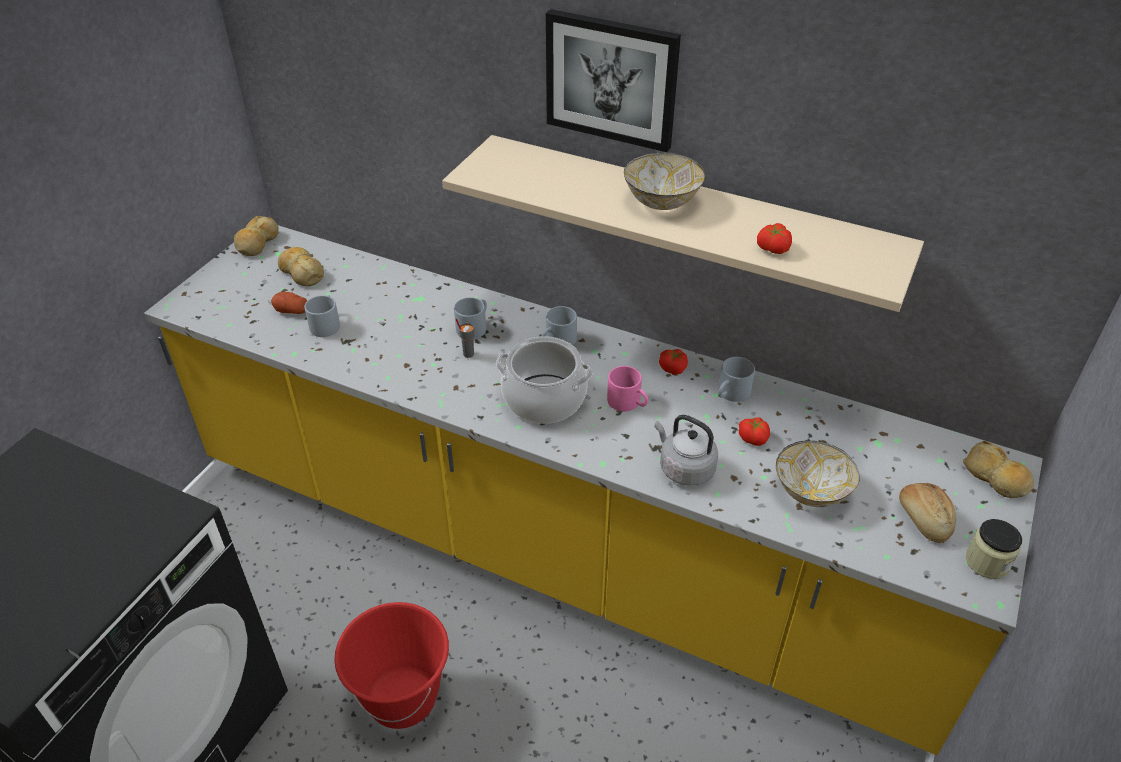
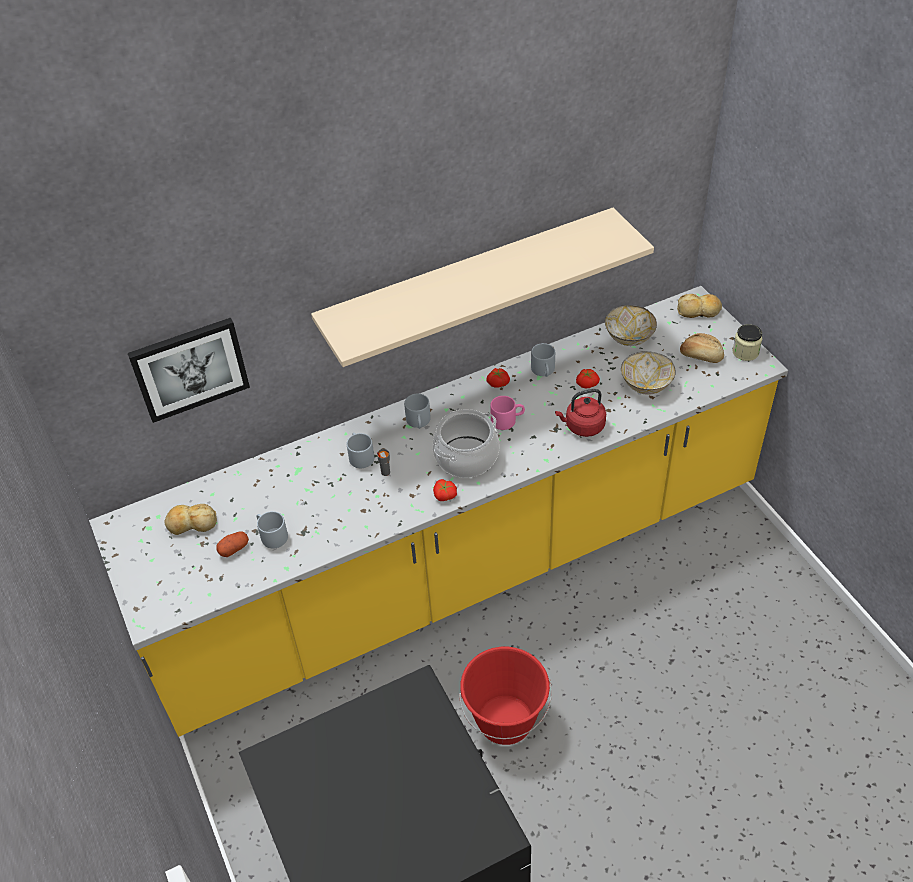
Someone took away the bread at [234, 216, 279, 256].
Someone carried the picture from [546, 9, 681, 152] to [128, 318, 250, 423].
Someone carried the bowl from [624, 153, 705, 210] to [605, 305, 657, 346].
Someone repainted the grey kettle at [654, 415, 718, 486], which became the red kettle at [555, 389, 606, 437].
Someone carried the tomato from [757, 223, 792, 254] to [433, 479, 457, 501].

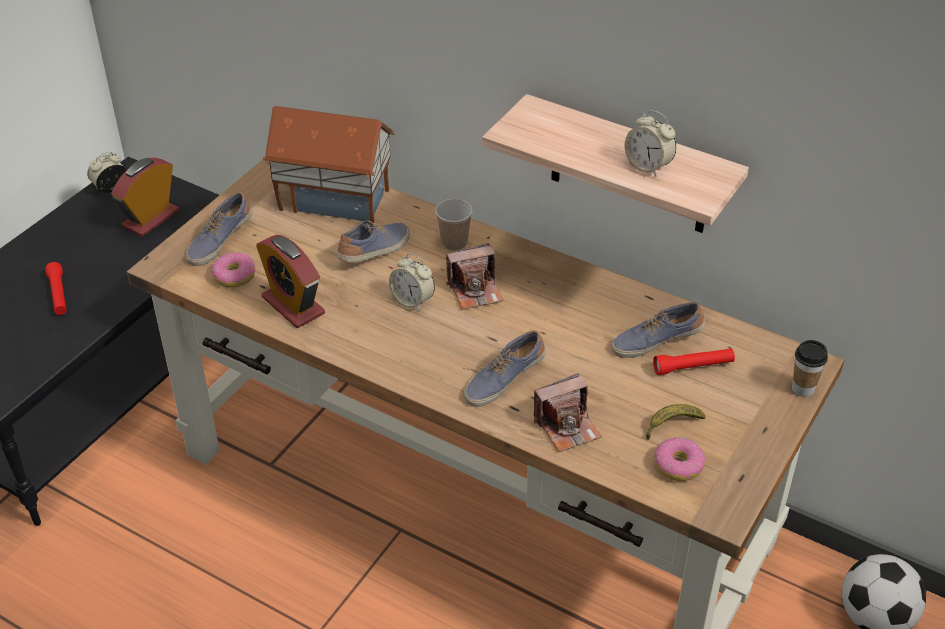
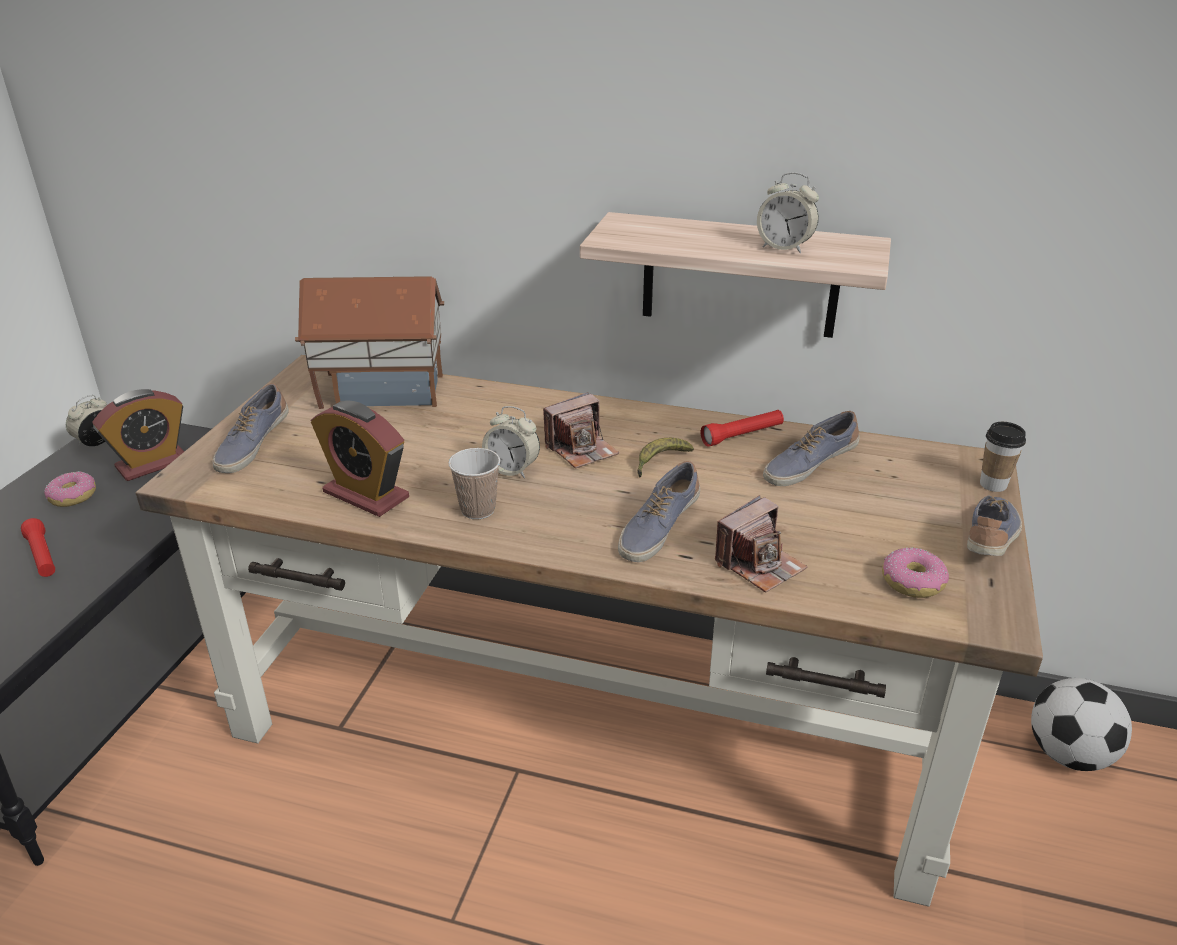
Someone rotated the alarm clock at [111, 158, 179, 237] by 150 degrees counterclockwise.
Someone carried the donut from [212, 252, 256, 288] to [44, 471, 96, 507].
Someone carried the shoe from [337, 221, 410, 263] to [967, 495, 1022, 556].
Someone carried the cup from [435, 199, 473, 251] to [449, 448, 500, 519].
Someone carried the banana from [646, 404, 706, 440] to [637, 438, 694, 478].
Someone carried the red flashlight from [653, 348, 735, 375] to [701, 410, 784, 446].

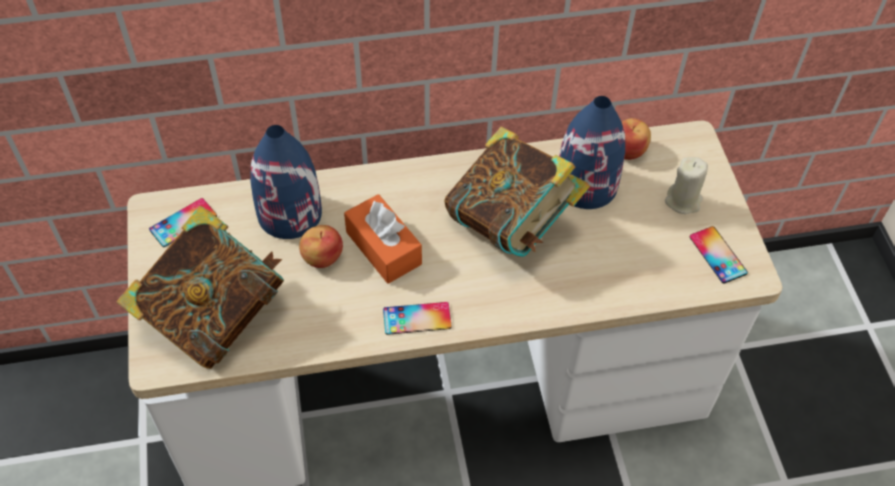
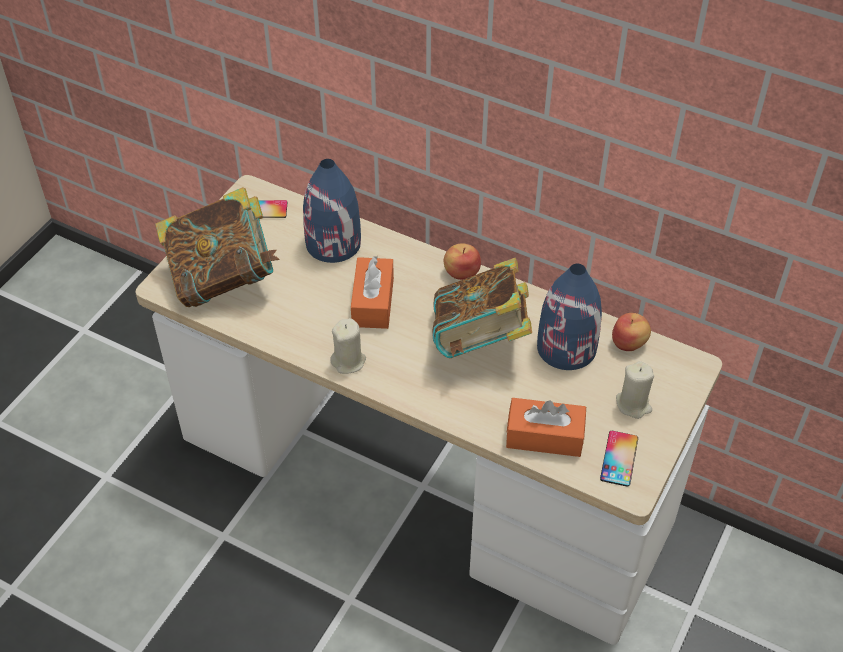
Someone carried the apple from [299, 225, 343, 268] to [444, 243, 481, 280].
Someone swapped the phone at [383, 302, 452, 335] for the beige candle at [330, 318, 366, 374].
Someone put down the orange tissue box at [506, 398, 586, 457].

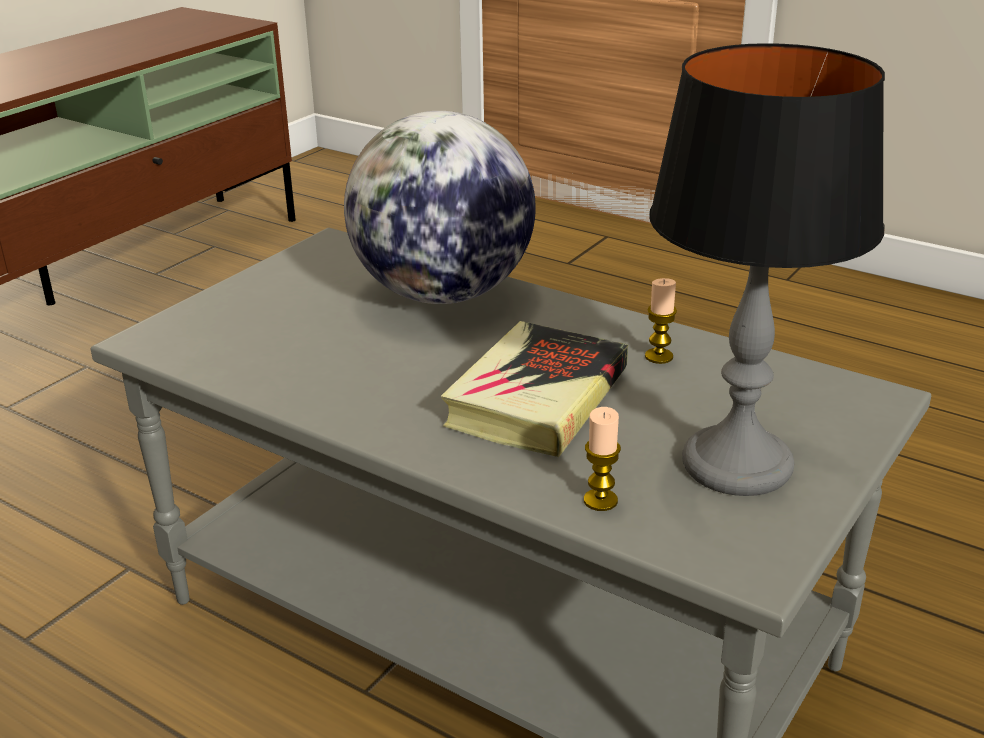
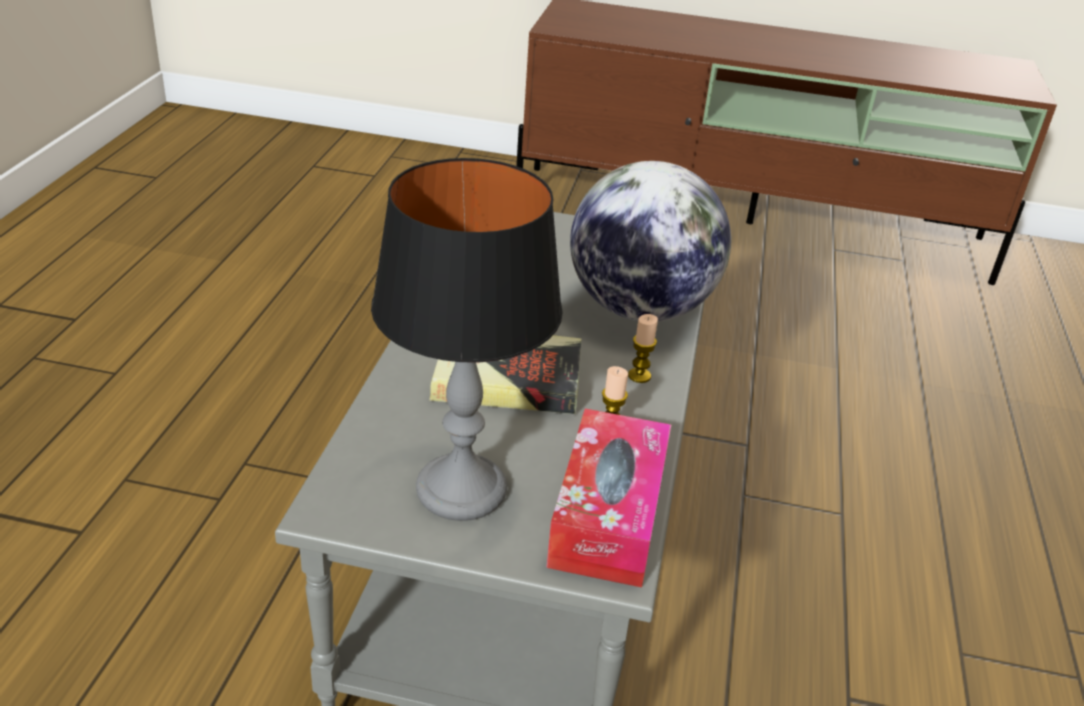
Someone carried the candle from [584, 407, 621, 511] to [628, 314, 658, 383].
Someone put down the tissue box at [546, 409, 671, 588].

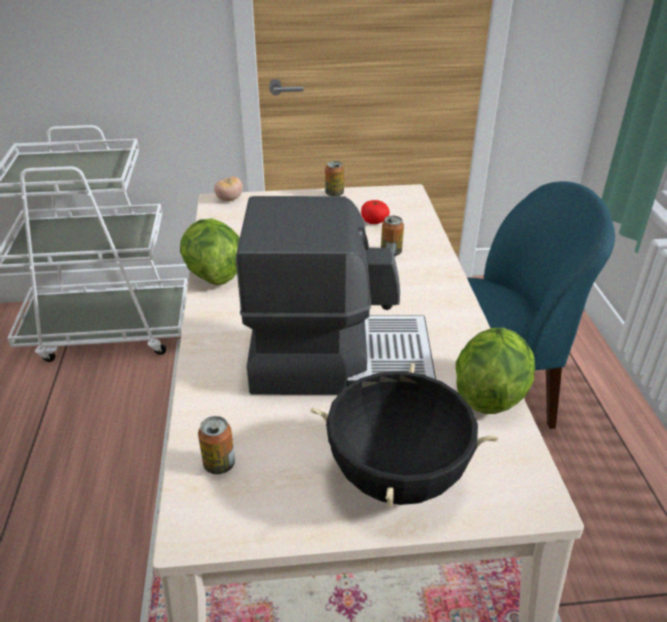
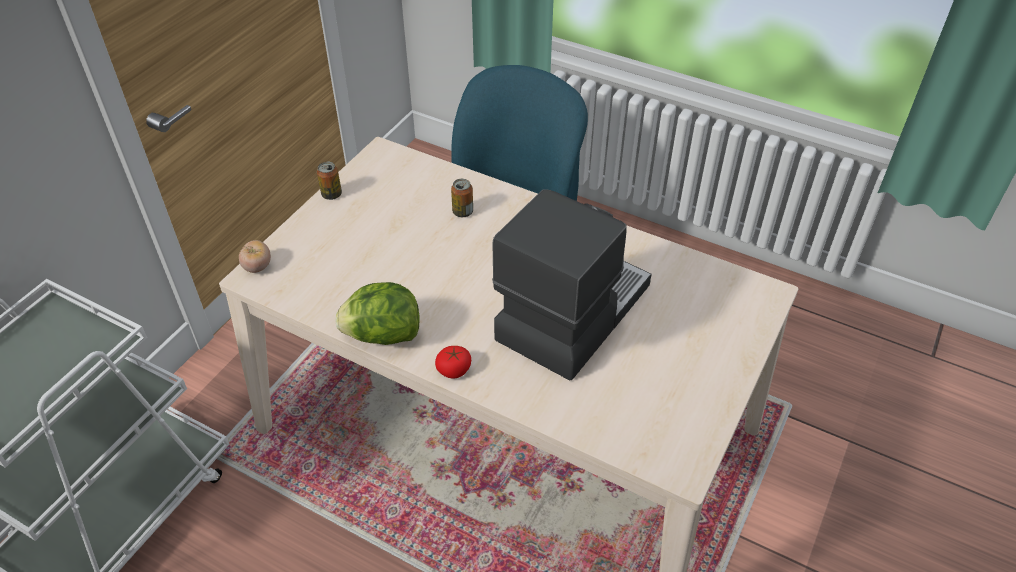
Someone took away the can at [198, 416, 235, 474].
Someone took away the black cooking pot at [310, 362, 498, 507].
Someone carried the tomato from [361, 200, 390, 224] to [435, 346, 471, 379].
Someone took away the lettuce at [456, 328, 535, 414].

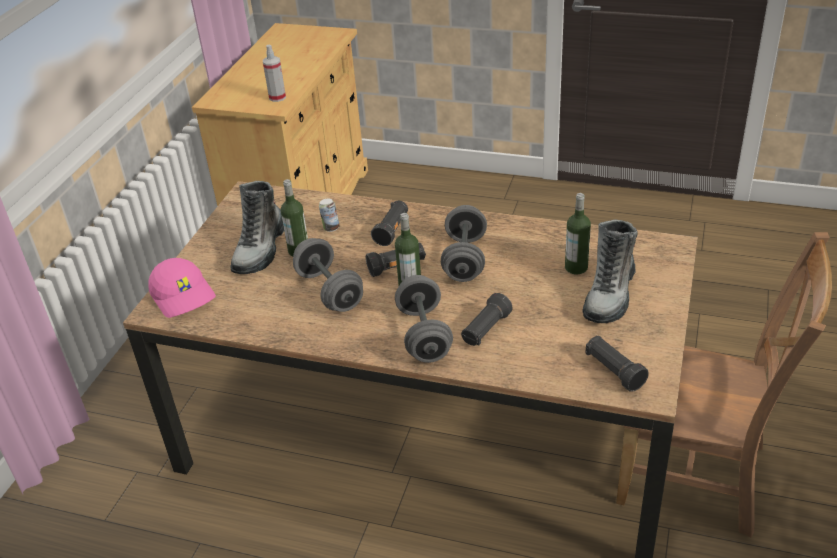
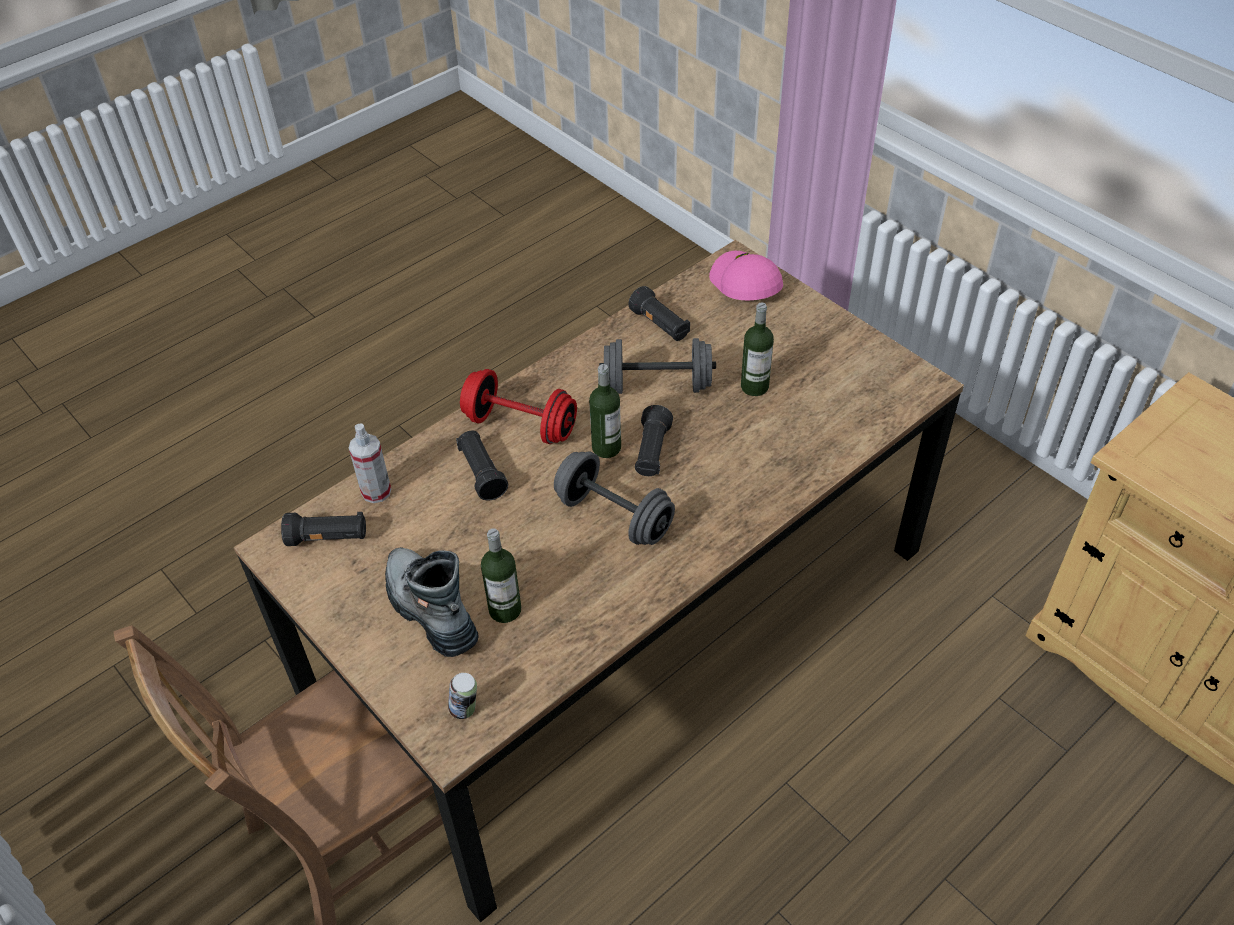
Someone rotated the pink cap at [148, 258, 216, 318] by 75 degrees clockwise.
Someone took away the boot at [230, 181, 284, 274].
Someone carried the spray bottle from [263, 45, 286, 102] to [349, 423, 391, 503].
Someone carried the can from [319, 198, 340, 232] to [448, 673, 477, 719].
Someone carried the black flashlight from [371, 201, 408, 246] to [628, 286, 690, 341].
Someone repainted the grey dumbbell at [395, 275, 453, 363], which became the red dumbbell at [460, 369, 577, 444].

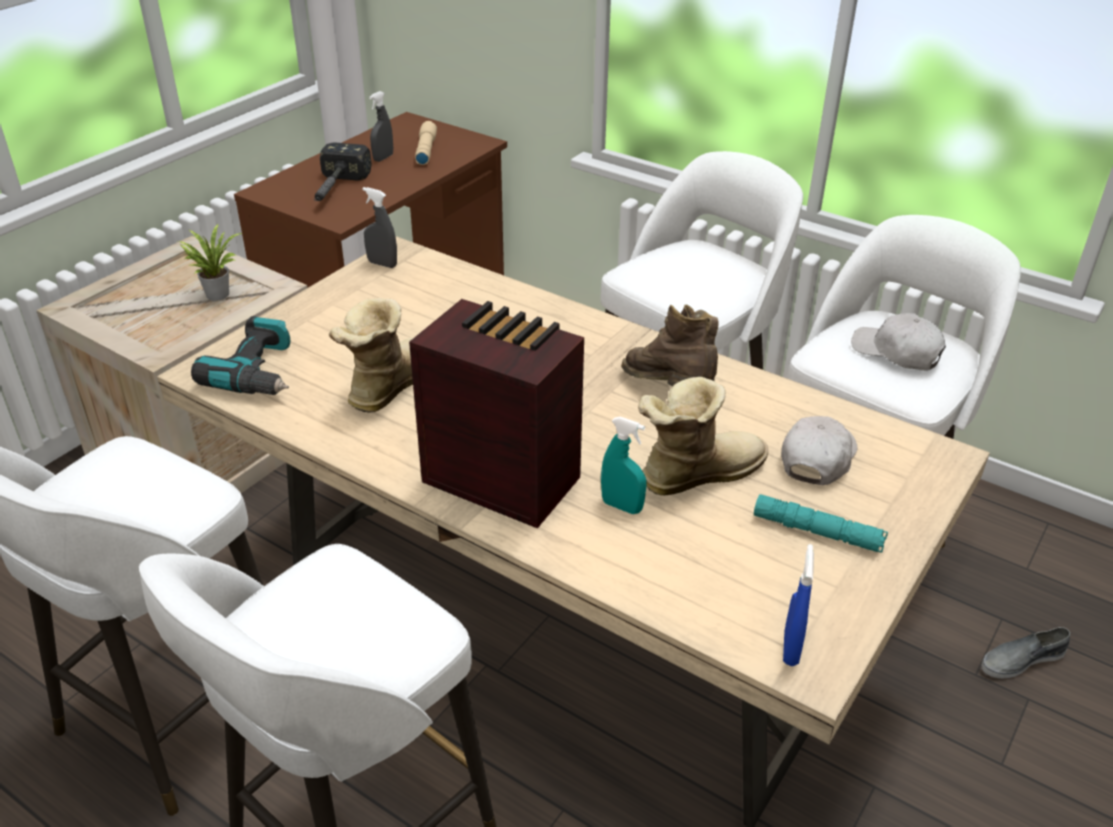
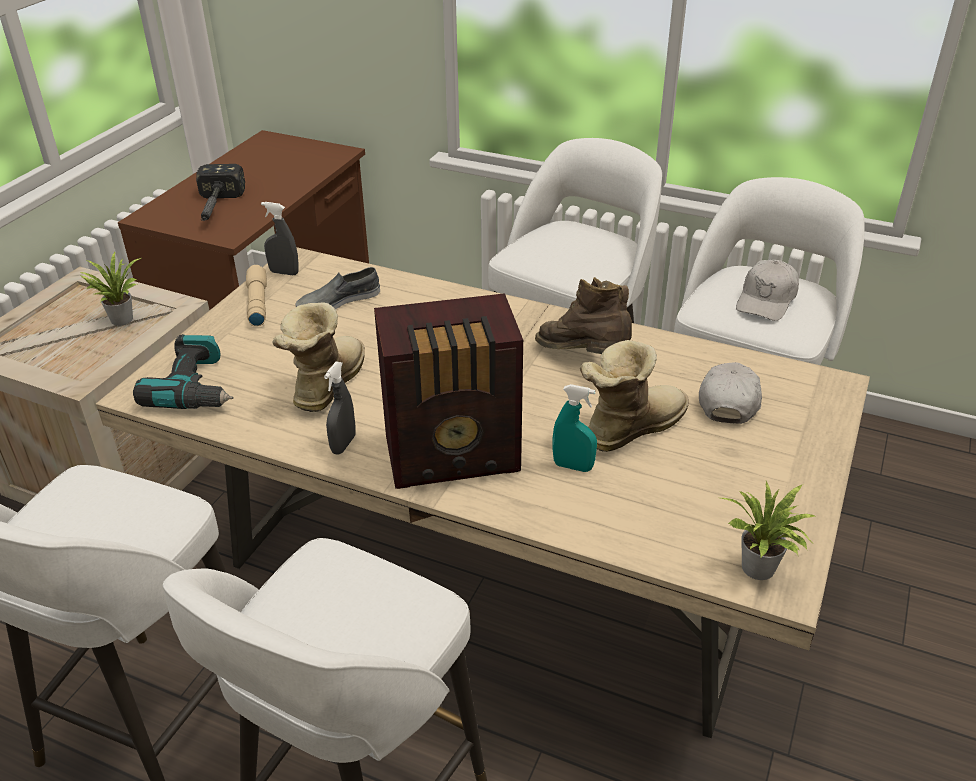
Someone carried the grey spray bottle from [369, 91, 393, 162] to [324, 362, 356, 454].
Someone rotated the radio at [409, 299, 584, 528] by 150 degrees clockwise.
Someone carried the beige flashlight from [415, 121, 437, 165] to [246, 265, 267, 326].
Someone took away the turquoise flashlight at [754, 494, 888, 553].
Someone swapped the blue spray bottle at [783, 544, 814, 666] for the potted plant at [721, 481, 817, 580].
Someone rotated the white cap at [851, 313, 946, 371] by 90 degrees counterclockwise.
Someone carried the grey shoe from [982, 627, 1070, 679] to [296, 267, 380, 309].

